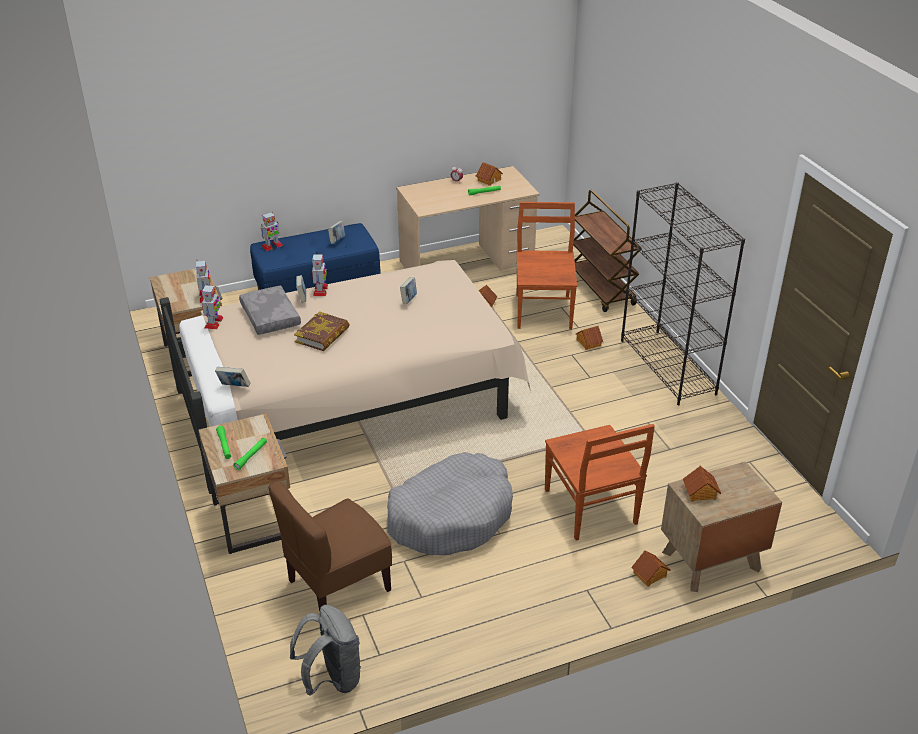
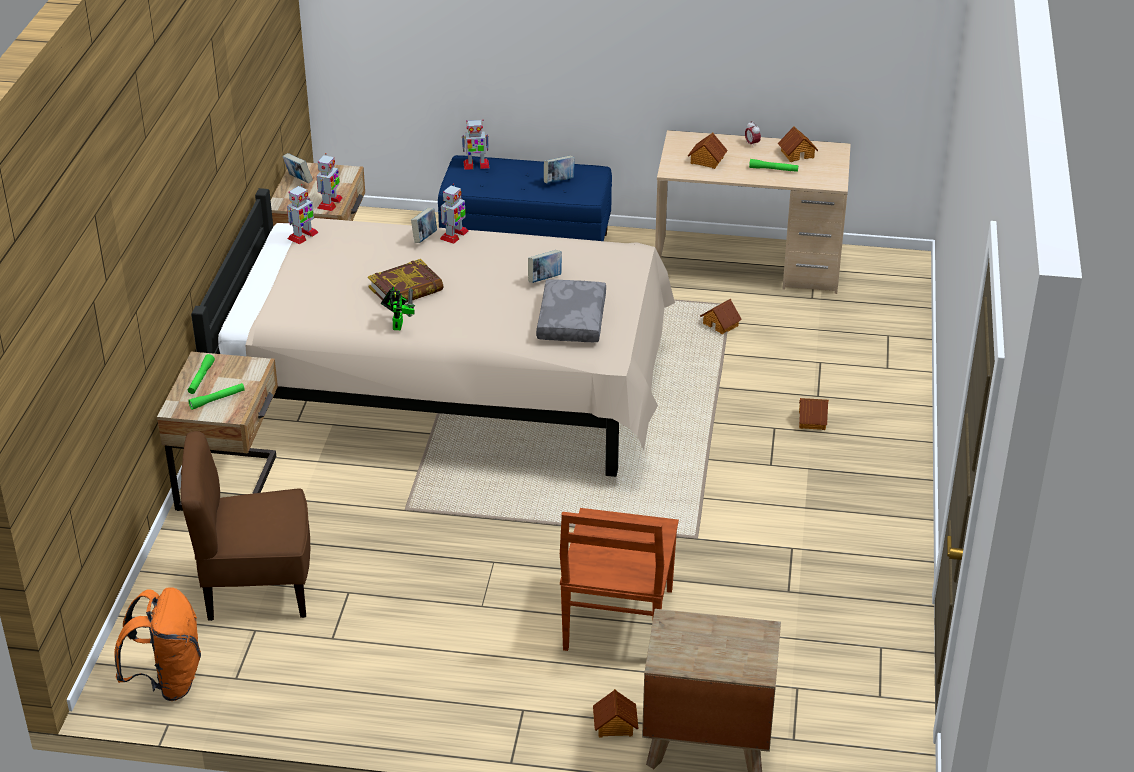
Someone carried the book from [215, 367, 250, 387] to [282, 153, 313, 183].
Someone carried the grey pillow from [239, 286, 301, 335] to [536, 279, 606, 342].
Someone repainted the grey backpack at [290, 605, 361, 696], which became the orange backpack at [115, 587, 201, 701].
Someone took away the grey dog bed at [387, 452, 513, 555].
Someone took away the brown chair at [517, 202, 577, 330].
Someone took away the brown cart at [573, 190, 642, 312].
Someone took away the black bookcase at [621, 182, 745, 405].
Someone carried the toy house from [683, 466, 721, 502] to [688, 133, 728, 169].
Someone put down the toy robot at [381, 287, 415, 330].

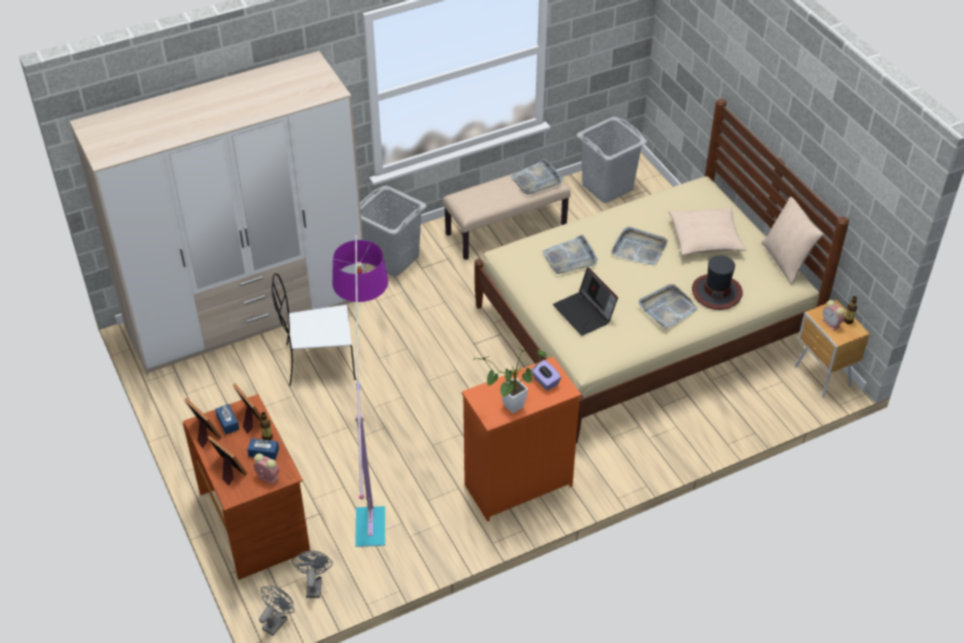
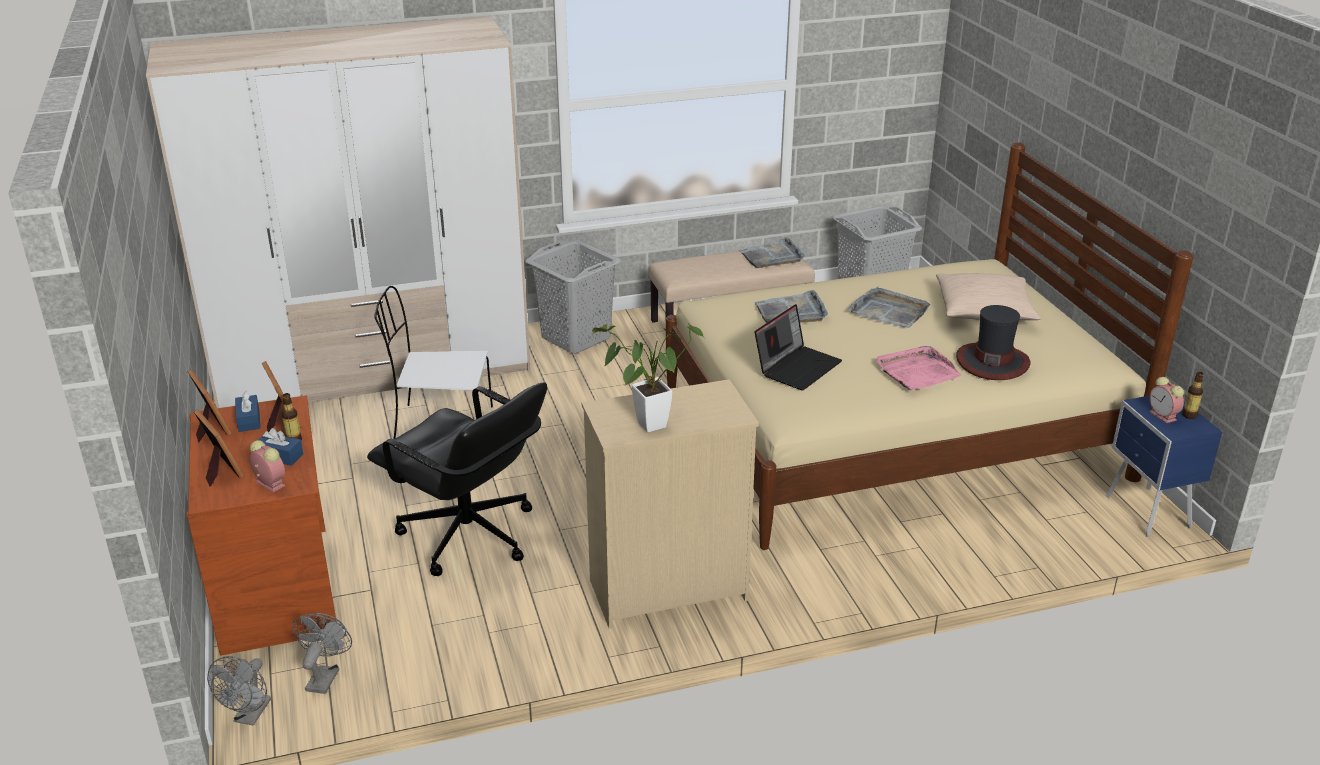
Someone rotated the grey fan at [259, 586, 295, 636] by 150 degrees clockwise.
Someone swapped the floor lamp at [332, 234, 388, 547] for the black office chair at [367, 383, 547, 576].
Someone repainted the orange dresser at [462, 357, 581, 522], which became the beige dresser at [582, 379, 759, 629].
Someone took away the purple tissue box at [531, 360, 561, 391].
Someone rotated the laptop at [553, 267, 618, 336] by 120 degrees counterclockwise.
Someone repainted the grey tray at [639, 284, 698, 328], which became the pink tray at [876, 346, 962, 390].
Someone took away the beige pillow at [762, 197, 823, 285].
Someone repainted the brown nightstand at [795, 300, 870, 398], which became the blue nightstand at [1106, 396, 1222, 537].

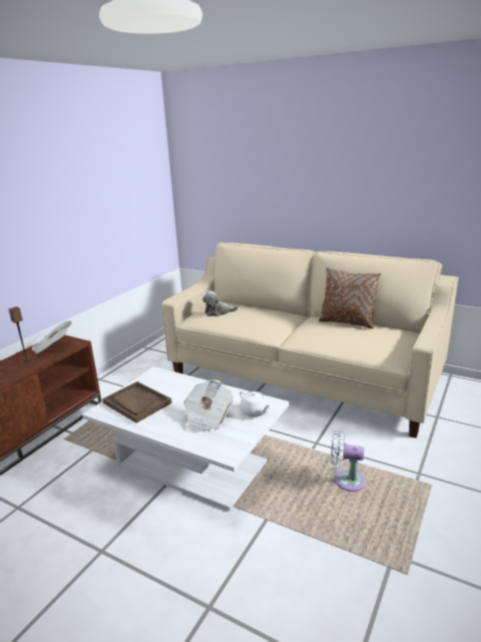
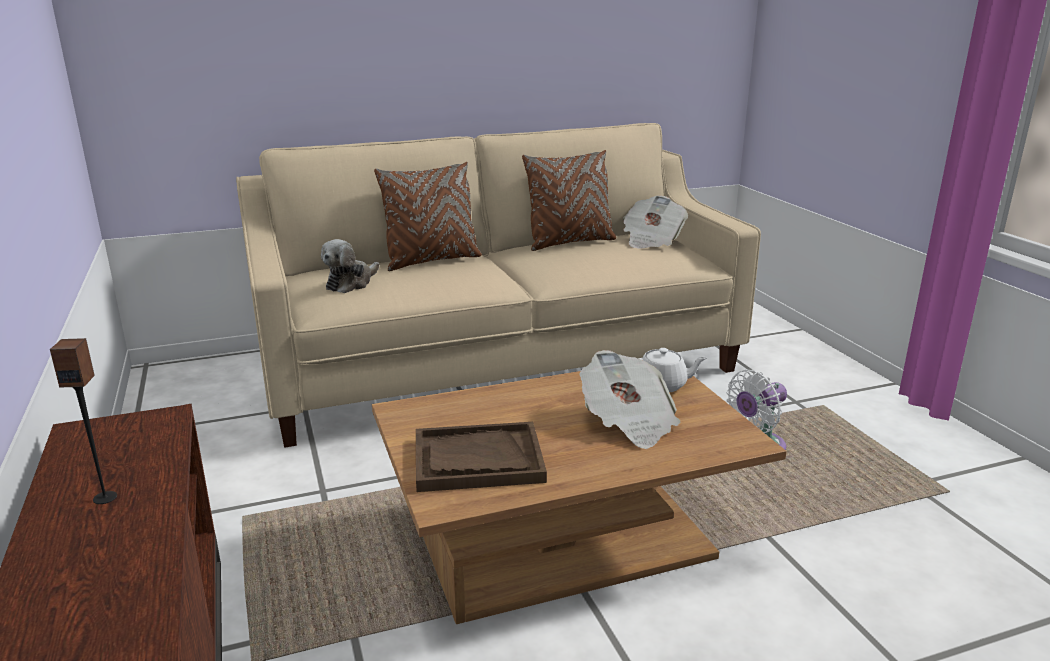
Someone carried the newspaper from [31, 321, 72, 354] to [623, 195, 688, 249].
Someone repainted the white coffee table at [82, 366, 289, 511], which became the brown coffee table at [372, 371, 787, 624].
Someone put down the brown pillow at [374, 162, 482, 271].

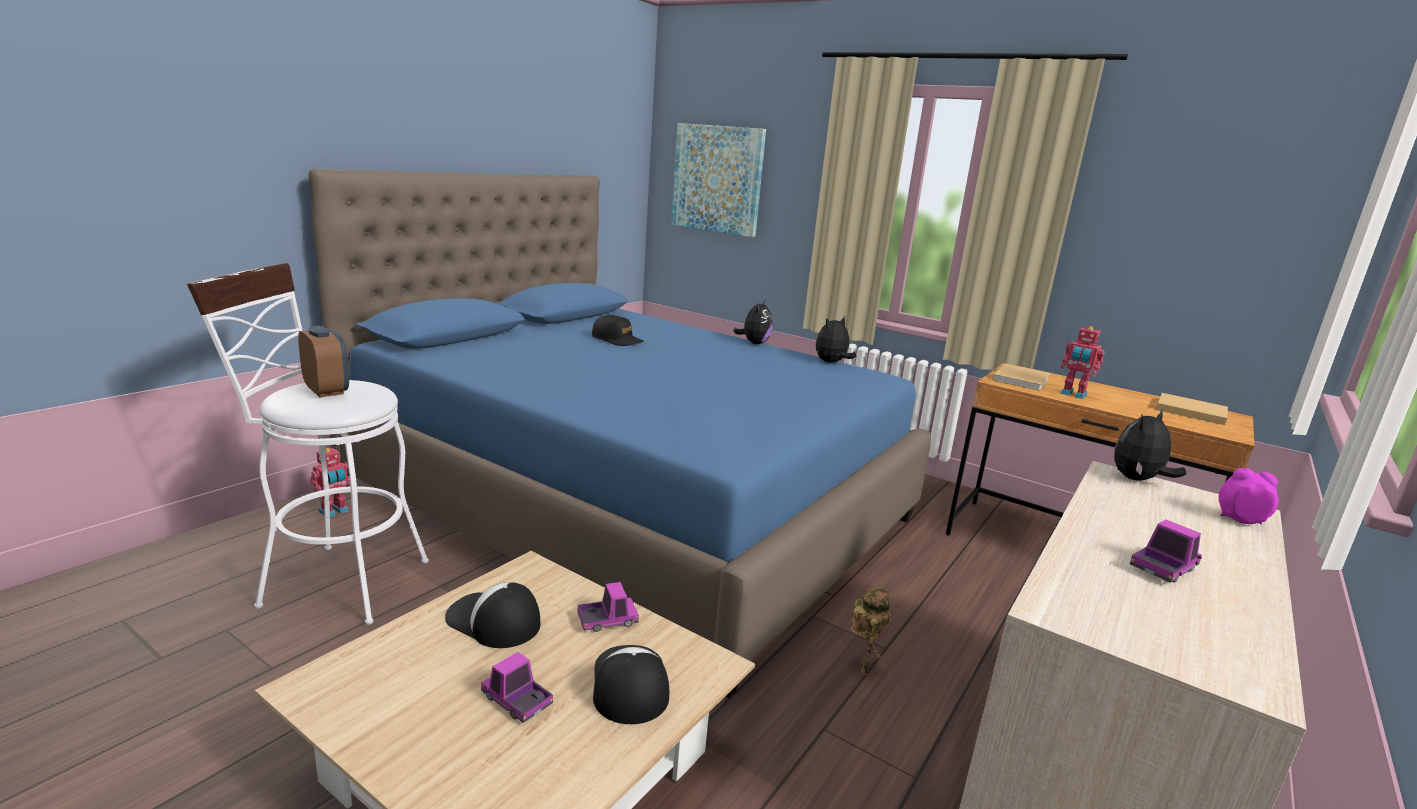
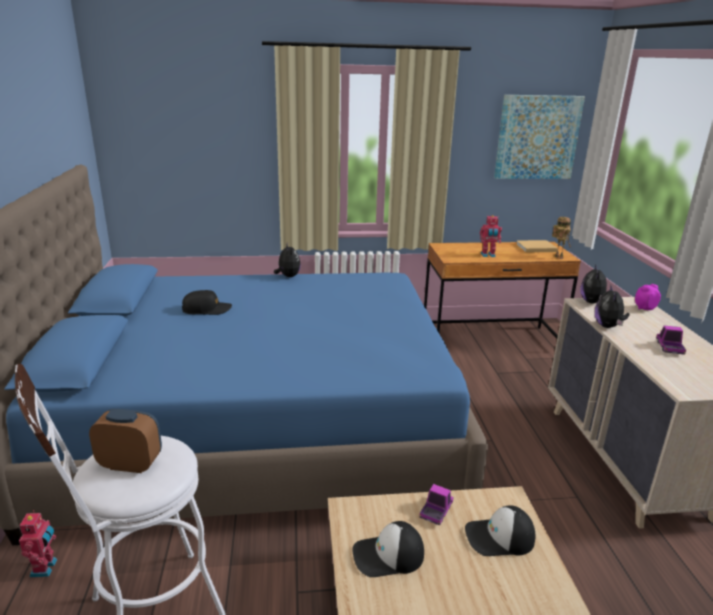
Someone took away the toy truck at [481, 652, 553, 723].
Someone rotated the cap at [593, 645, 669, 724] by 45 degrees counterclockwise.
Someone carried the picture from [671, 123, 766, 237] to [494, 95, 585, 179].
Someone carried the plush toy from [816, 316, 856, 363] to [595, 284, 630, 328].
Someone carried the toy robot from [851, 587, 891, 676] to [552, 217, 571, 259].
Someone took away the beige book at [992, 364, 1051, 391].

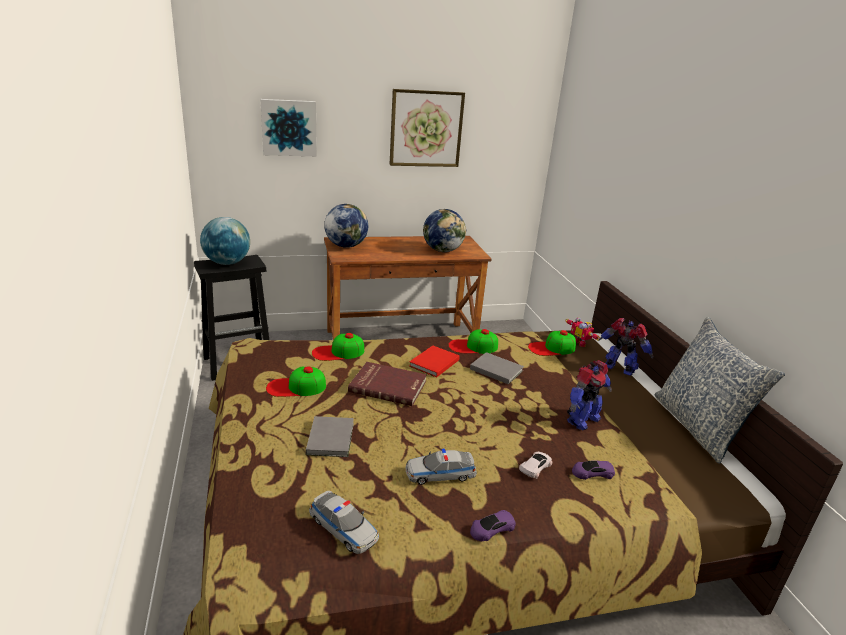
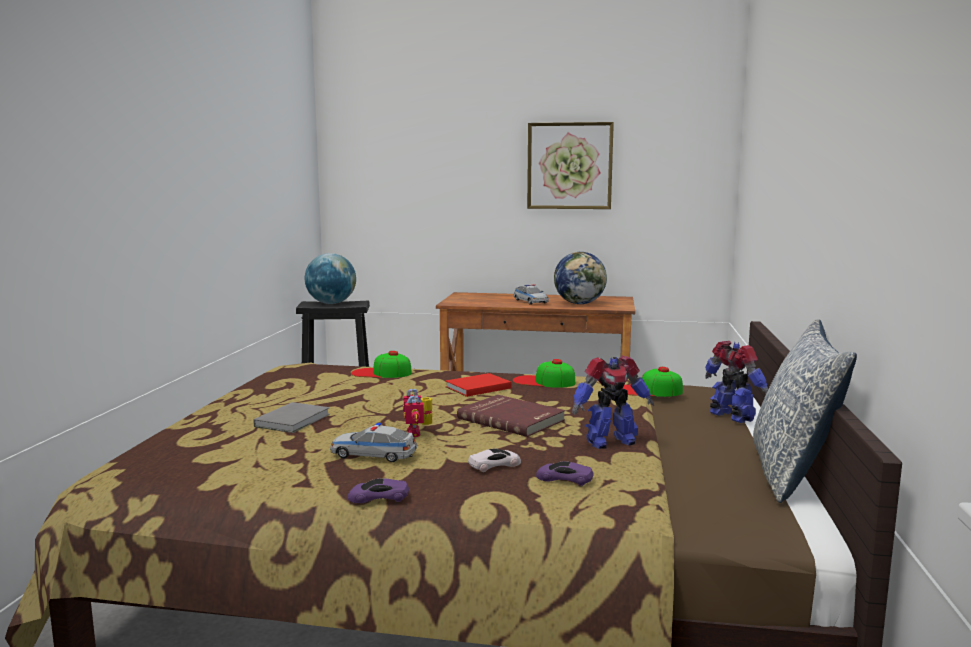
Someone took away the picture at [261, 99, 317, 156].
Someone took away the cap at [266, 366, 326, 397].
Someone carried the toy car from [309, 491, 379, 554] to [513, 284, 549, 305].
Someone took away the globe at [324, 204, 368, 248].
Someone carried the red book from [348, 362, 427, 406] to [457, 395, 565, 437].
Someone took away the grey book at [470, 352, 524, 384].
Someone carried the toy robot from [565, 317, 600, 347] to [403, 389, 432, 437].

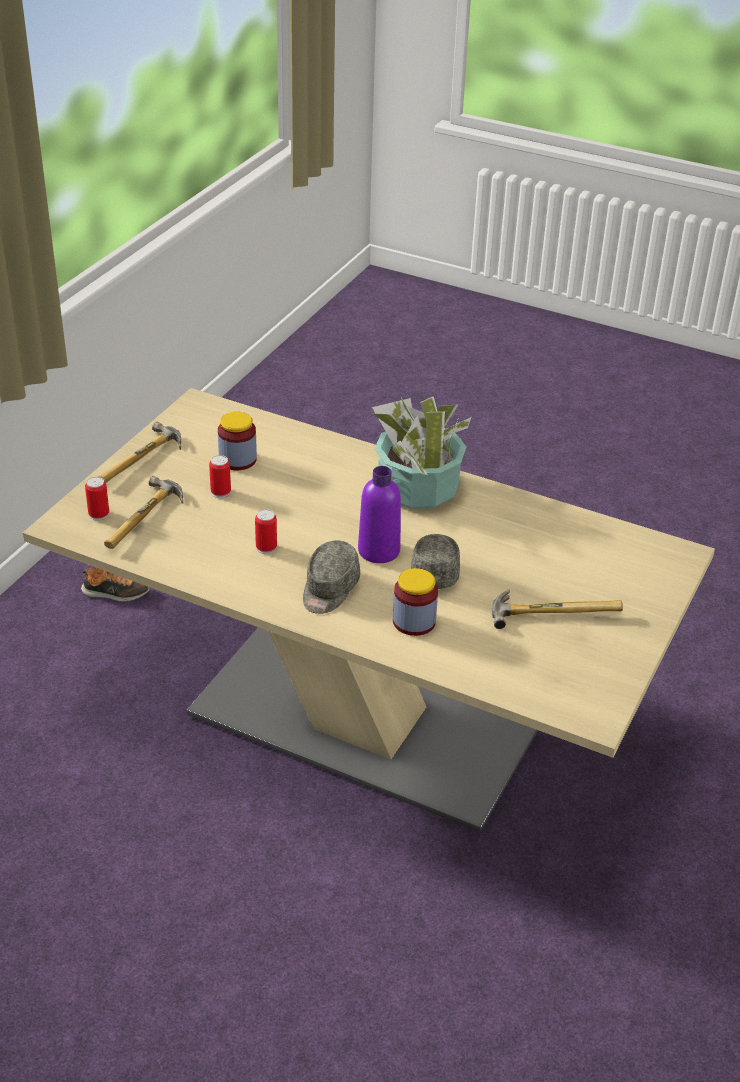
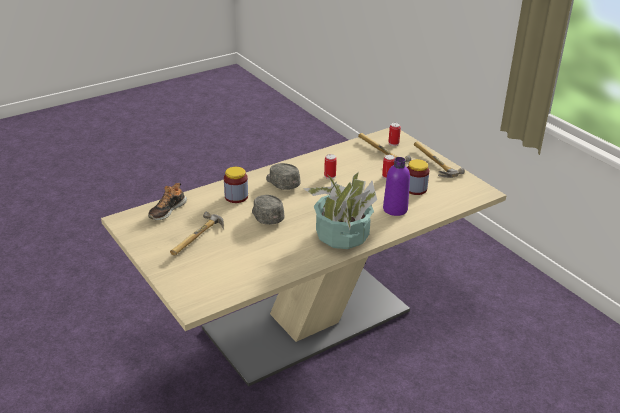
Someone carried the shoe from [81, 568, 151, 602] to [148, 183, 187, 220].
Someone carried the purple bottle from [358, 466, 401, 563] to [383, 157, 410, 216].
Someone rotated the grey cap at [411, 534, 460, 589] by 150 degrees counterclockwise.

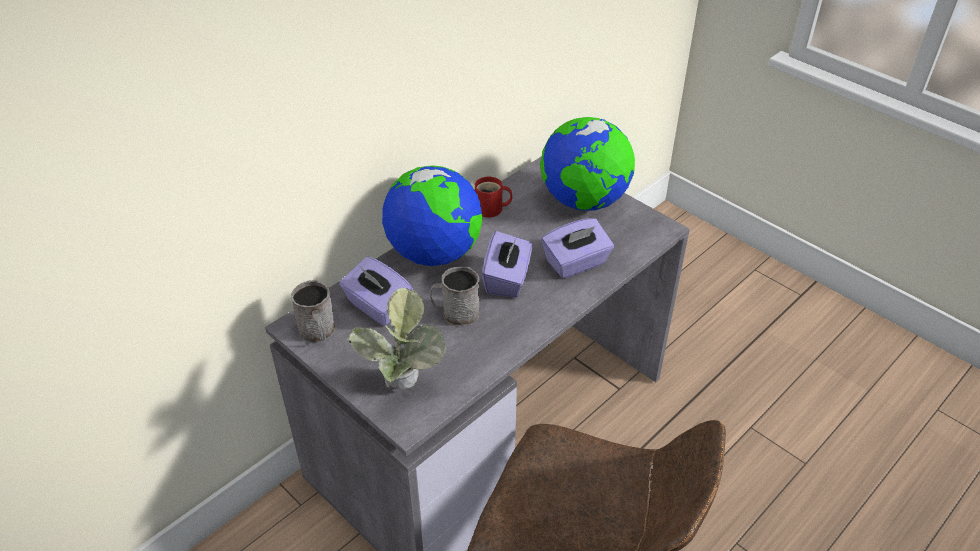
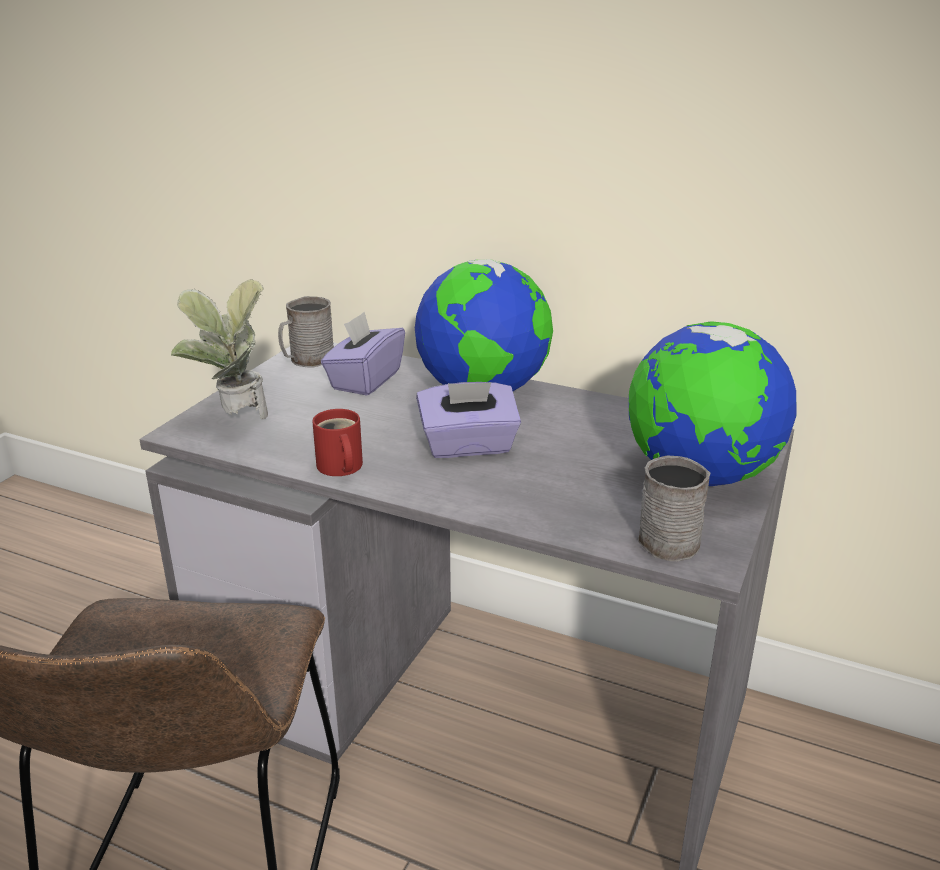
Someone carried the grey mug from [430, 267, 479, 326] to [638, 456, 711, 561].
Someone carried the red mug from [475, 177, 512, 218] to [312, 409, 363, 476].
Someone took away the purple tissue box at [541, 218, 614, 279].

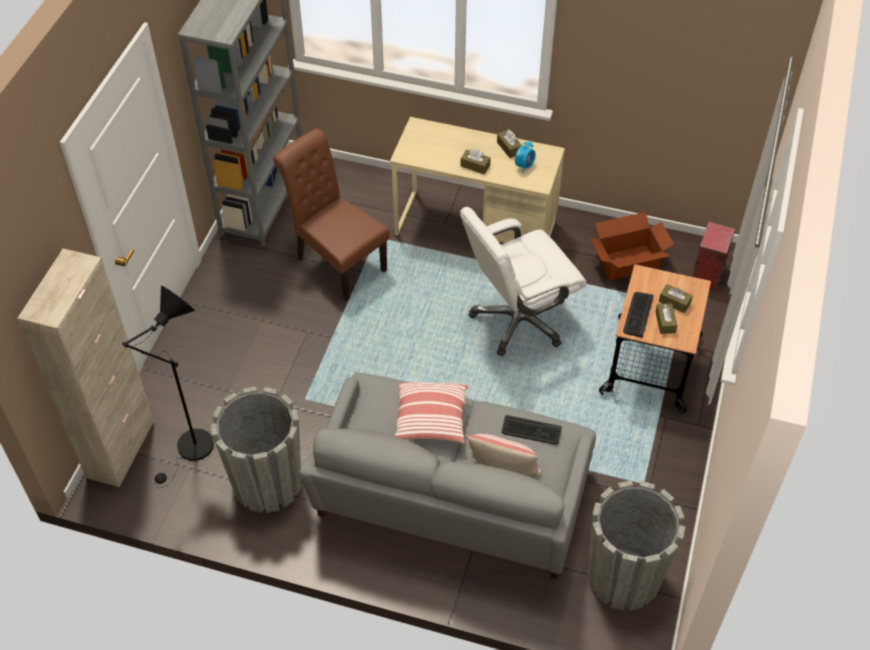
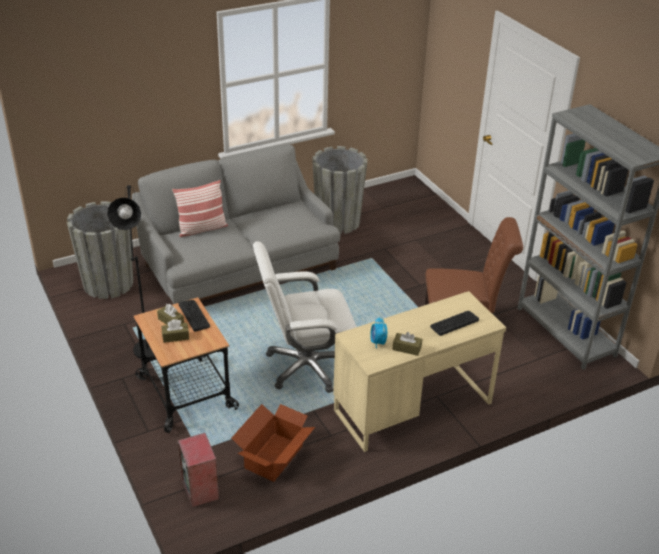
Someone took away the beige cabinet at [17, 248, 154, 487].
Someone carried the black floor lamp from [122, 286, 214, 488] to [107, 185, 155, 359].
Someone took away the pillow at [394, 382, 469, 444].
Someone rotated the white office chair at [460, 207, 587, 356] by 120 degrees counterclockwise.
Someone took away the brown tissue box at [461, 149, 491, 174].
Someone carried the keyboard from [502, 415, 562, 445] to [430, 311, 479, 336].

